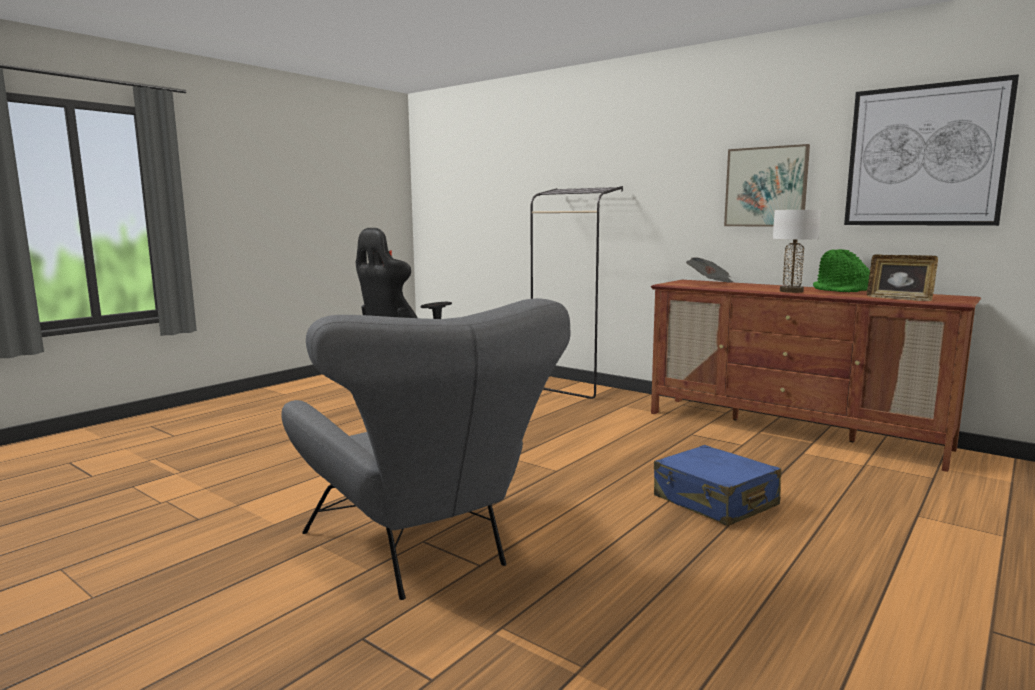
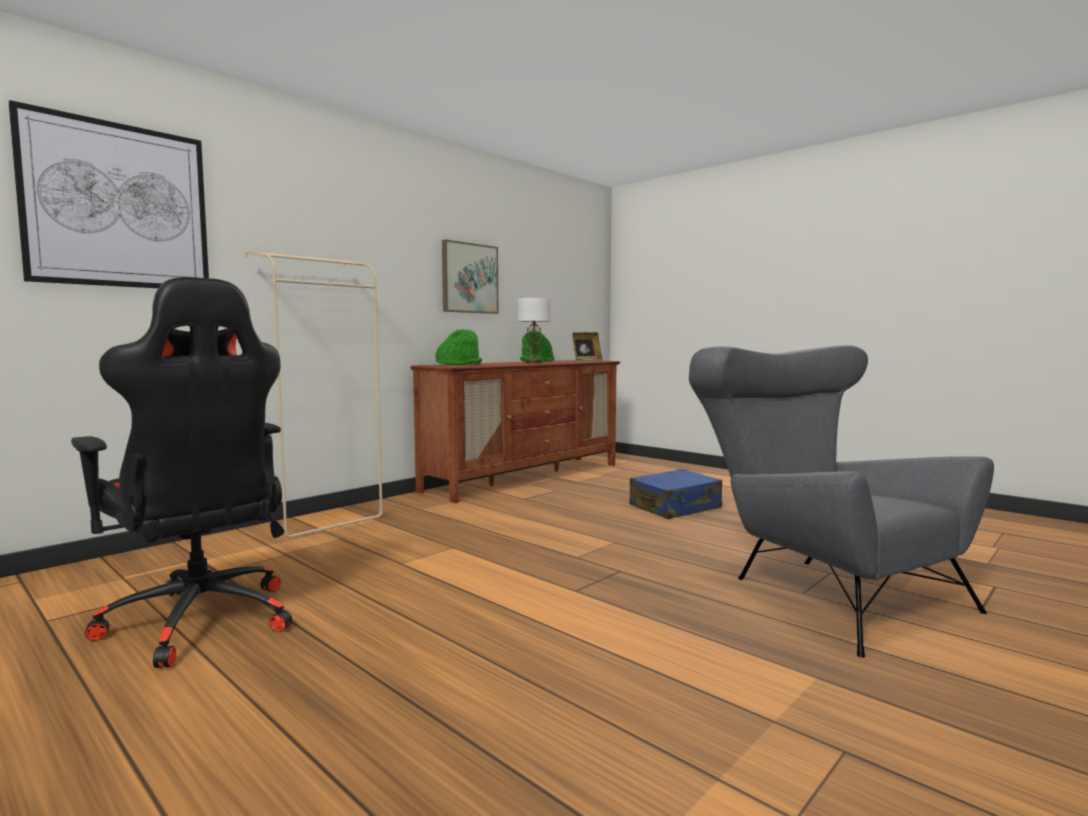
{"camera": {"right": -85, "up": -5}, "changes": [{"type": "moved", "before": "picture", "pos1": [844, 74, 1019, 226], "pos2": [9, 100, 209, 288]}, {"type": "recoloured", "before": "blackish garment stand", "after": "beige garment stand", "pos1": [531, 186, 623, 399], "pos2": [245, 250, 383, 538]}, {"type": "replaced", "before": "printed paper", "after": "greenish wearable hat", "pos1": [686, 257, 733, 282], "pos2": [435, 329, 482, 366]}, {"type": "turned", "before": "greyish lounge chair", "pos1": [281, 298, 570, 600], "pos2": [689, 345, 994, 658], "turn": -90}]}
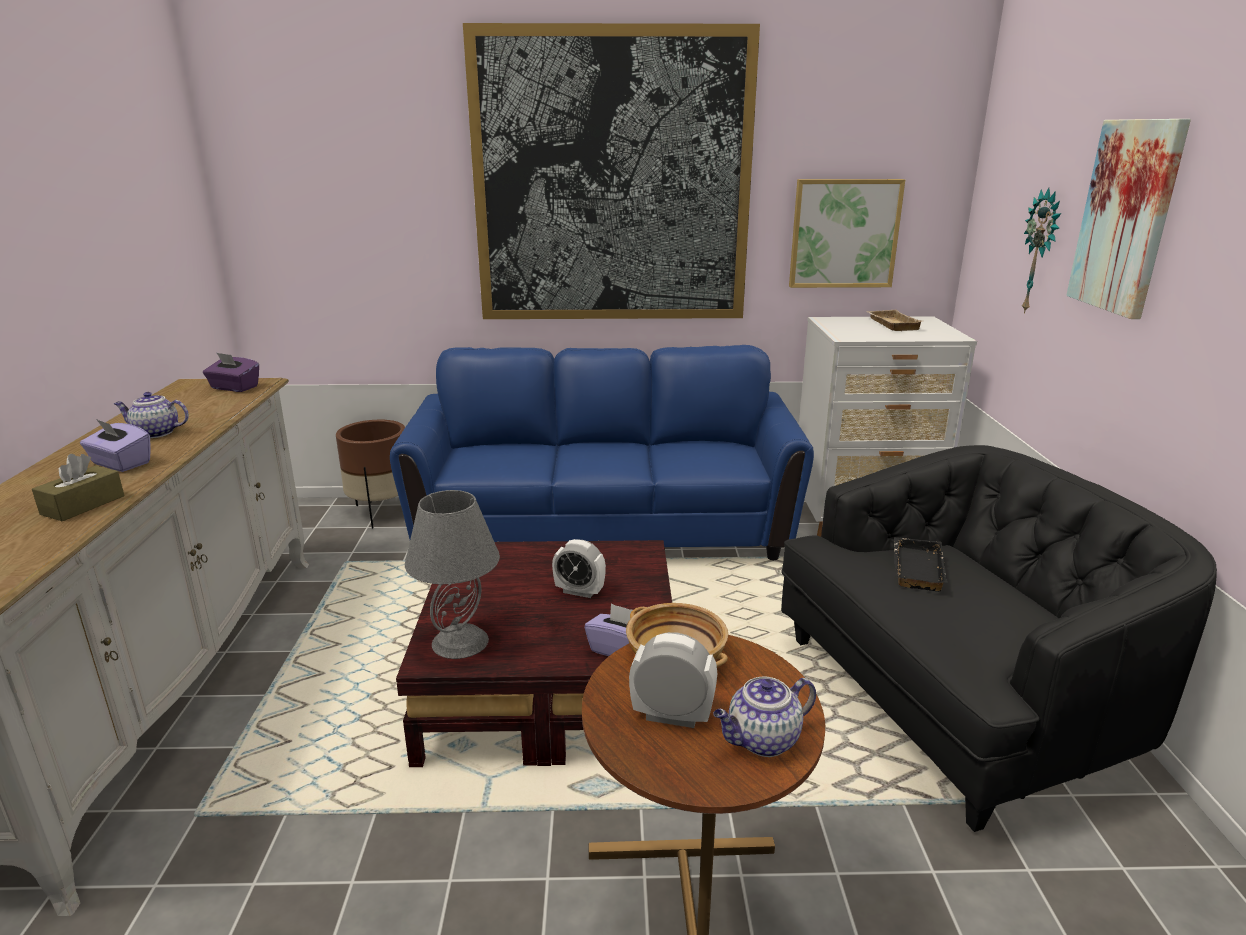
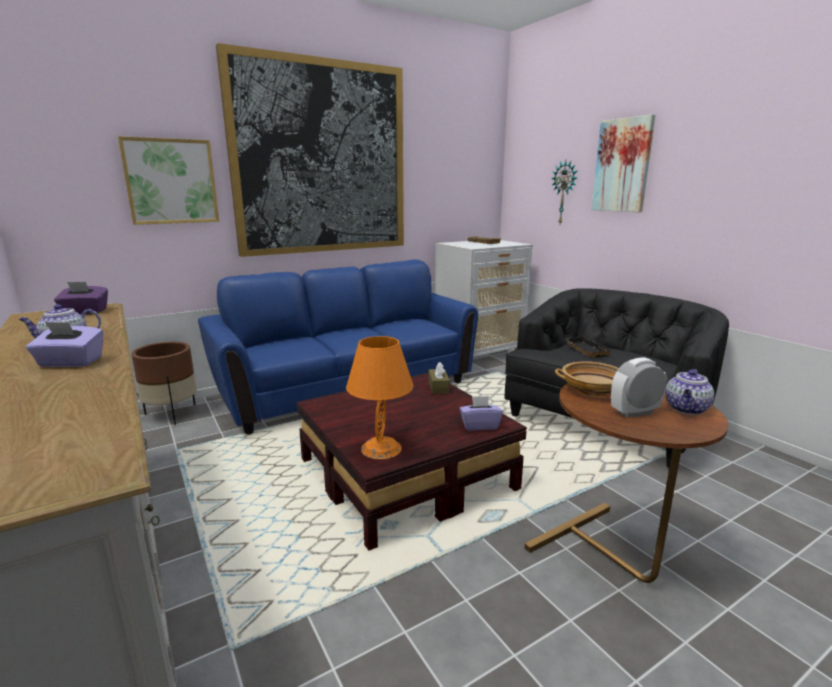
{"camera": {"right": -30, "up": -5}, "changes": [{"type": "moved", "before": "picture", "pos1": [789, 179, 905, 288], "pos2": [118, 136, 219, 225]}, {"type": "recoloured", "before": "greyish lamp for a table", "after": "orange-coloured lamp for a table", "pos1": [405, 490, 500, 659], "pos2": [346, 336, 413, 460]}, {"type": "moved", "before": "brown box of tissues", "pos1": [32, 454, 124, 521], "pos2": [428, 362, 450, 394]}, {"type": "removed", "before": "table clock", "pos1": [552, 539, 606, 598]}]}
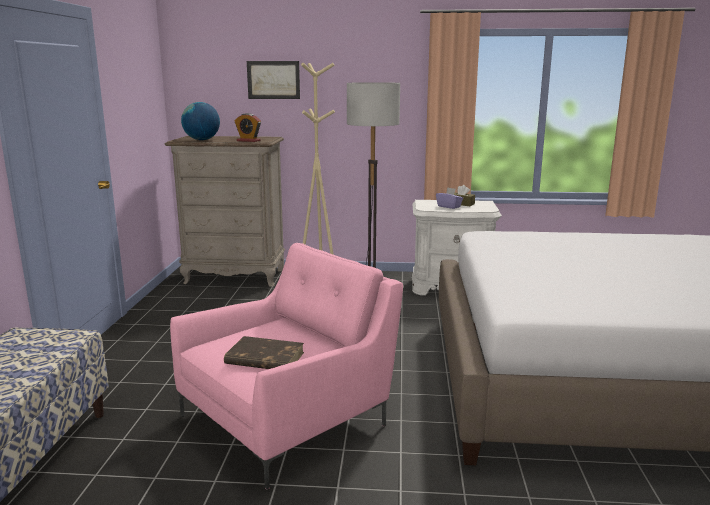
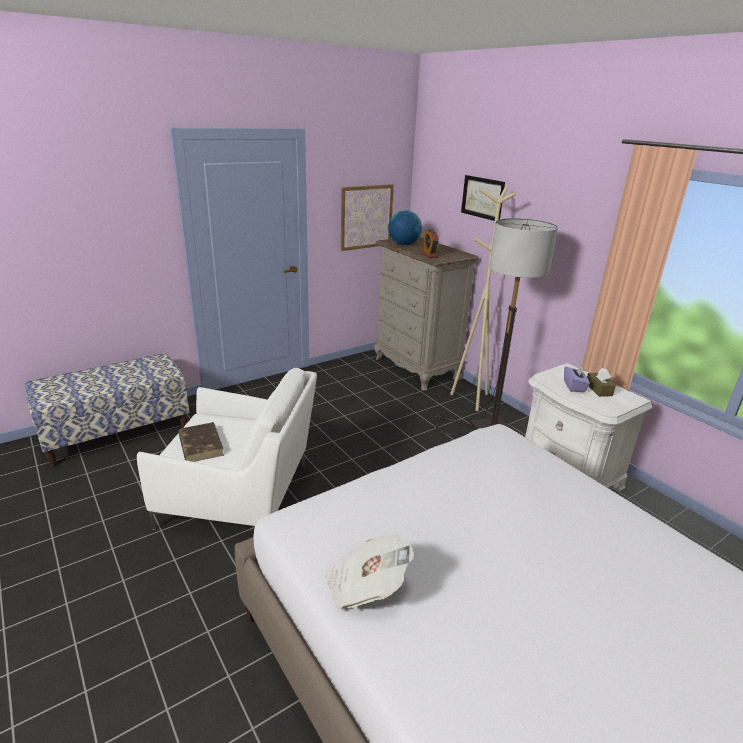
{"camera": {"right": 50, "up": 10}, "changes": [{"type": "recoloured", "before": "pink lounge chair", "after": "white-coloured lounge chair", "pos1": [170, 243, 403, 490], "pos2": [137, 368, 317, 530]}, {"type": "added", "after": "printed paper", "pos2": [325, 534, 414, 610]}, {"type": "added", "after": "picture", "pos2": [341, 184, 394, 251]}]}
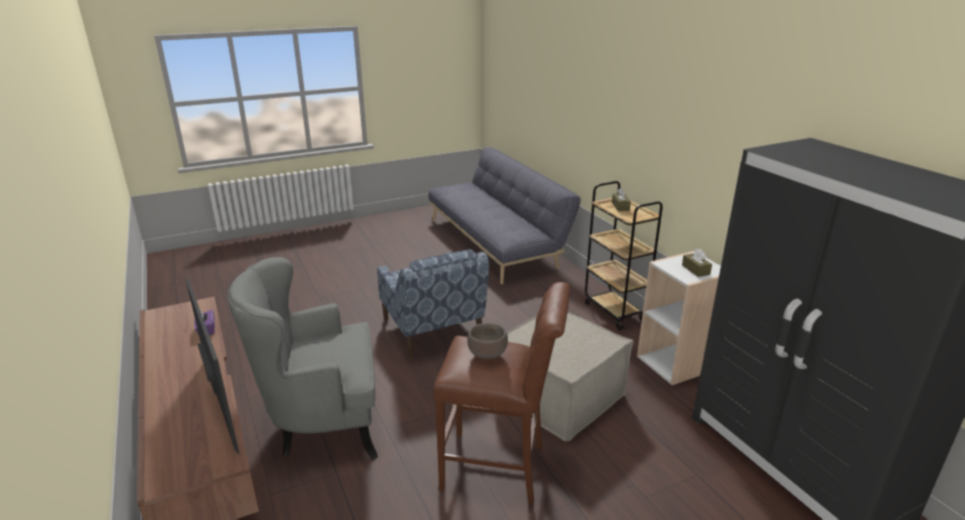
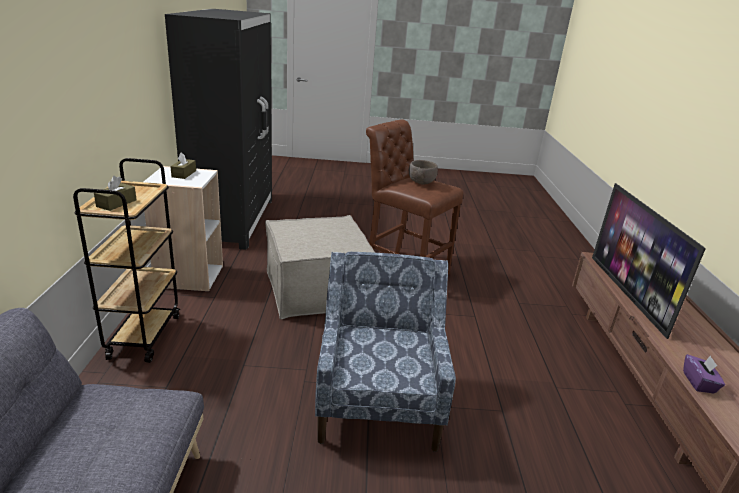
{"camera": {"right": -155, "up": 0}, "changes": [{"type": "removed", "before": "greyish lounge chair", "pos1": [227, 257, 378, 459]}]}
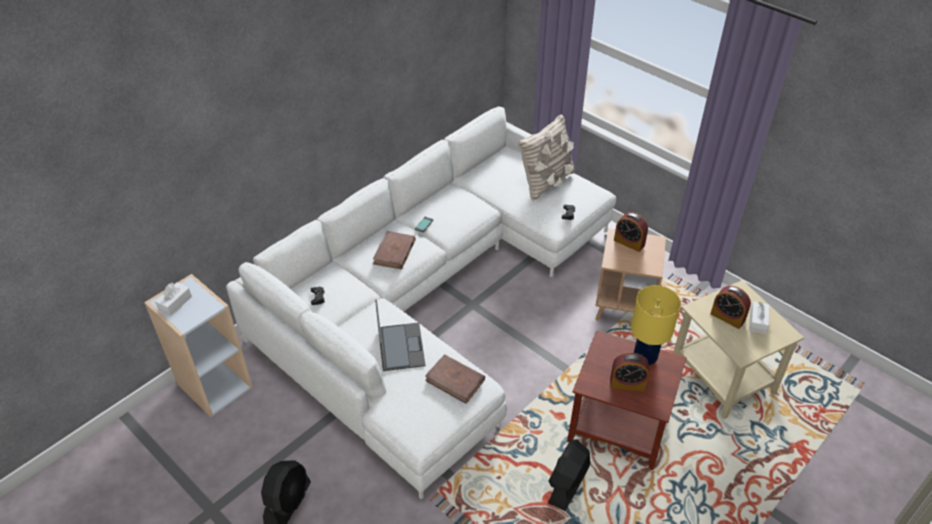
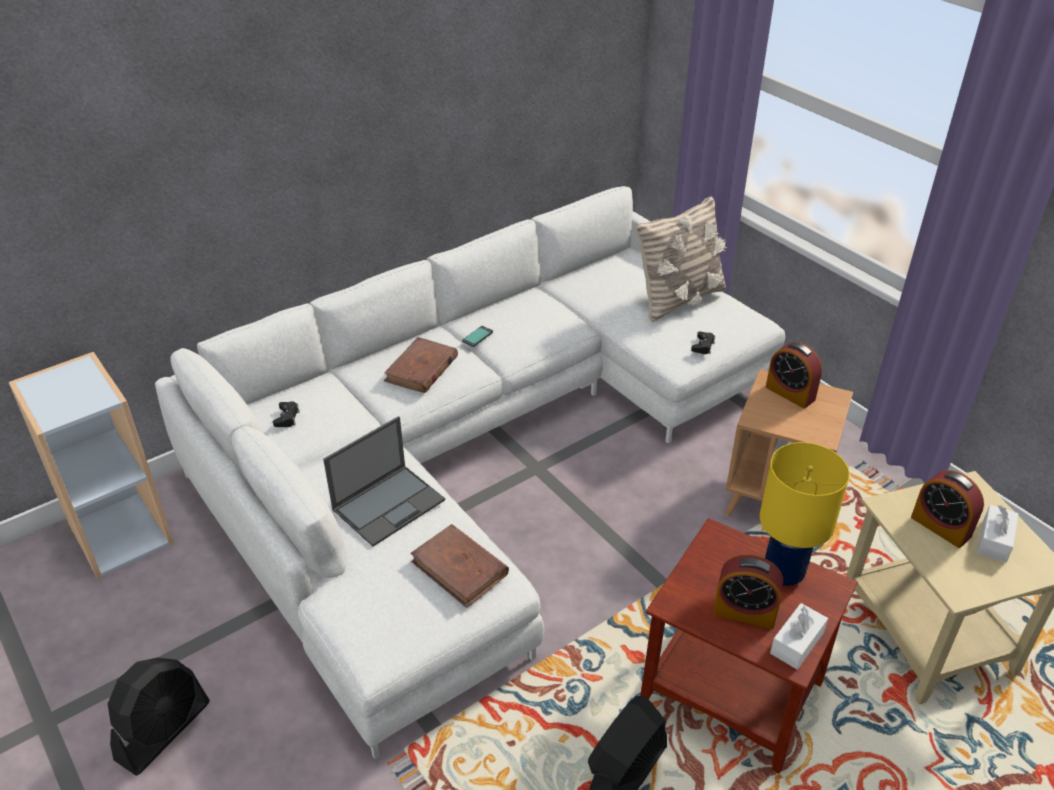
{"camera": {"right": 10, "up": -5}, "changes": [{"type": "turned", "before": "laptop", "pos1": [375, 299, 426, 371], "pos2": [323, 416, 445, 546], "turn": 45}, {"type": "moved", "before": "white-coloured box of tissues", "pos1": [155, 282, 192, 316], "pos2": [770, 603, 828, 669]}]}
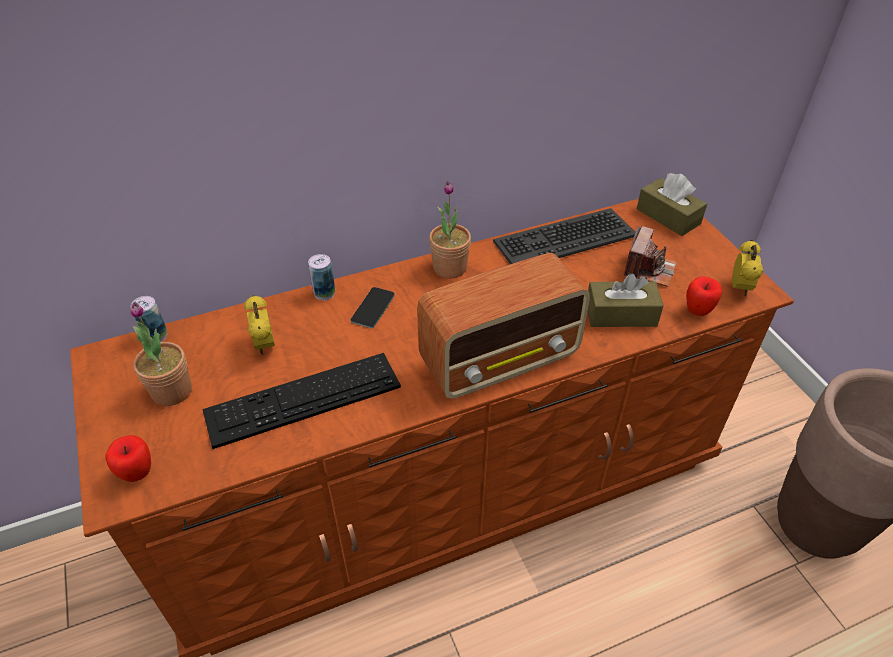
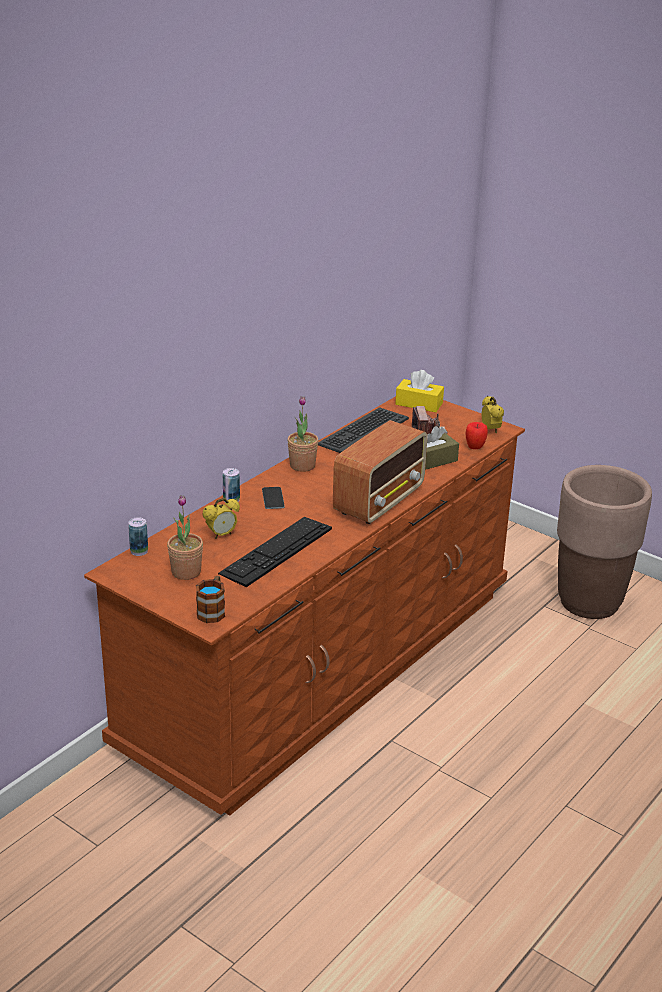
{"camera": {"right": -30, "up": -15}, "changes": [{"type": "replaced", "before": "apple", "after": "mug", "pos1": [106, 435, 151, 482], "pos2": [196, 576, 225, 623]}, {"type": "turned", "before": "table clock", "pos1": [244, 295, 275, 355], "pos2": [203, 498, 240, 539], "turn": -75}, {"type": "recoloured", "before": "brown box of tissues", "after": "yellow box of tissues", "pos1": [637, 173, 707, 236], "pos2": [395, 370, 444, 412]}]}
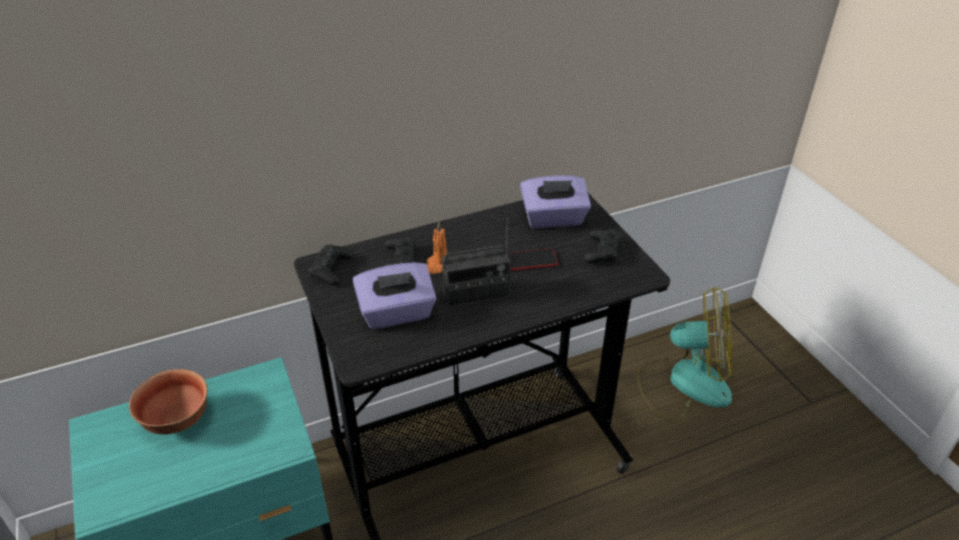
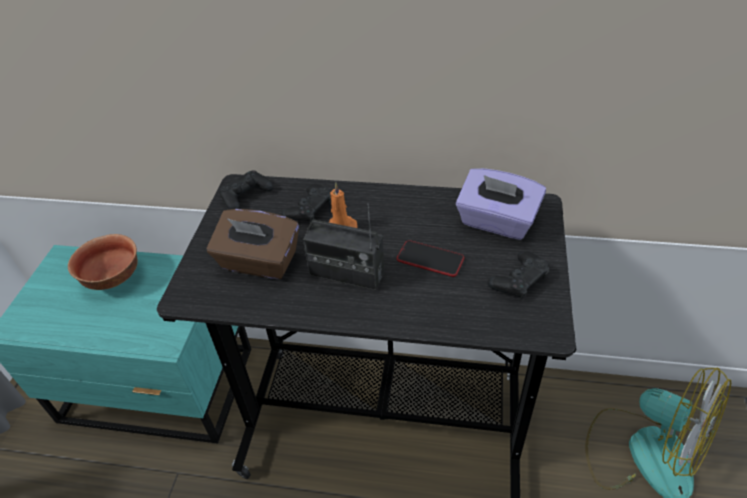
{"camera": {"right": 35, "up": 5}, "changes": [{"type": "recoloured", "before": "purple box of tissues", "after": "brown box of tissues", "pos1": [353, 262, 437, 329], "pos2": [207, 209, 299, 279]}]}
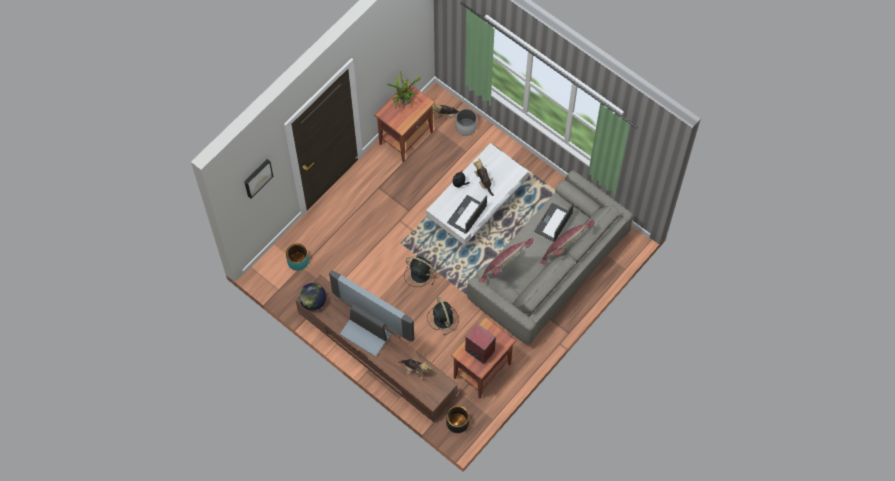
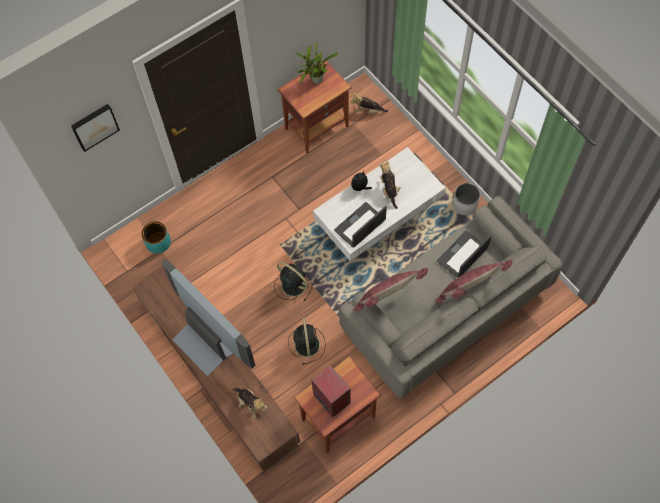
{"camera": {"right": 15, "up": 0}, "changes": [{"type": "moved", "before": "white-coloured flower pot", "pos1": [456, 109, 477, 136], "pos2": [453, 183, 480, 216]}, {"type": "removed", "before": "globe", "pos1": [299, 283, 326, 311]}, {"type": "removed", "before": "blackish flower pot", "pos1": [446, 405, 469, 433]}]}
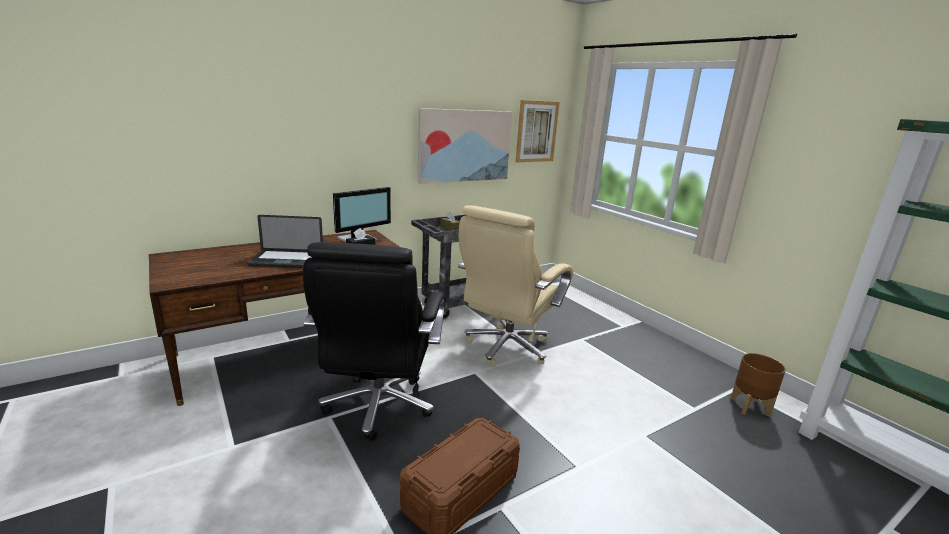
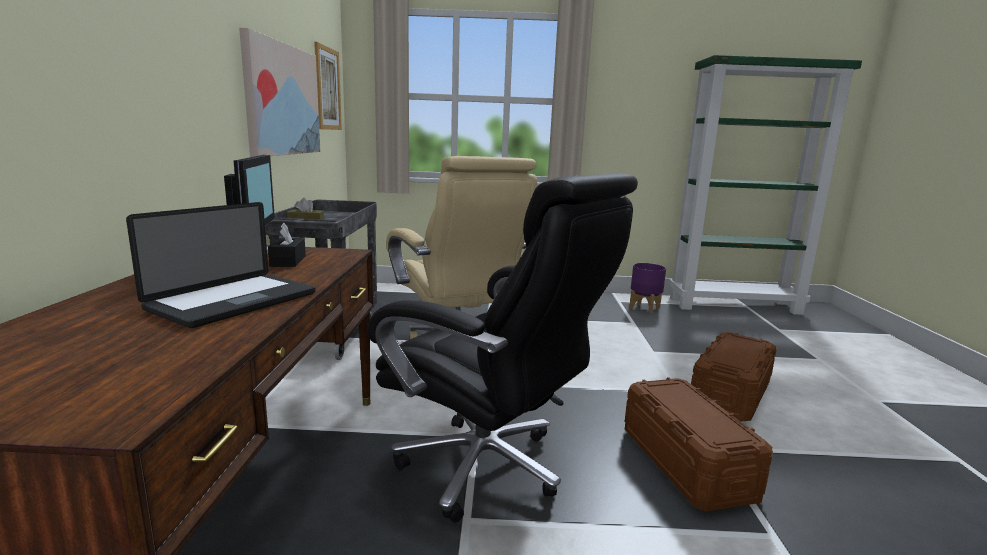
{"camera": {"right": -55, "up": -5}, "changes": [{"type": "recoloured", "before": "brown flower pot", "after": "purple flower pot", "pos1": [731, 353, 786, 417], "pos2": [629, 263, 666, 314]}, {"type": "added", "after": "brown storage container", "pos2": [691, 332, 777, 421]}]}
